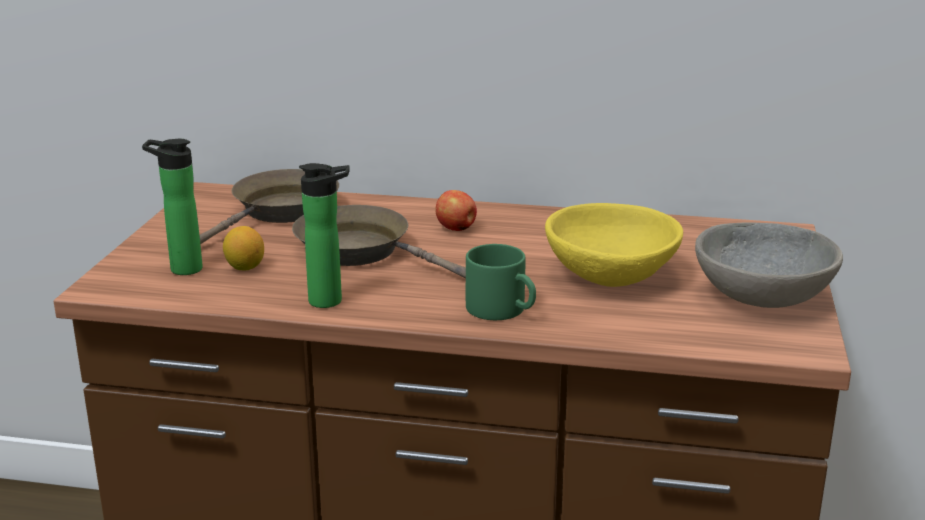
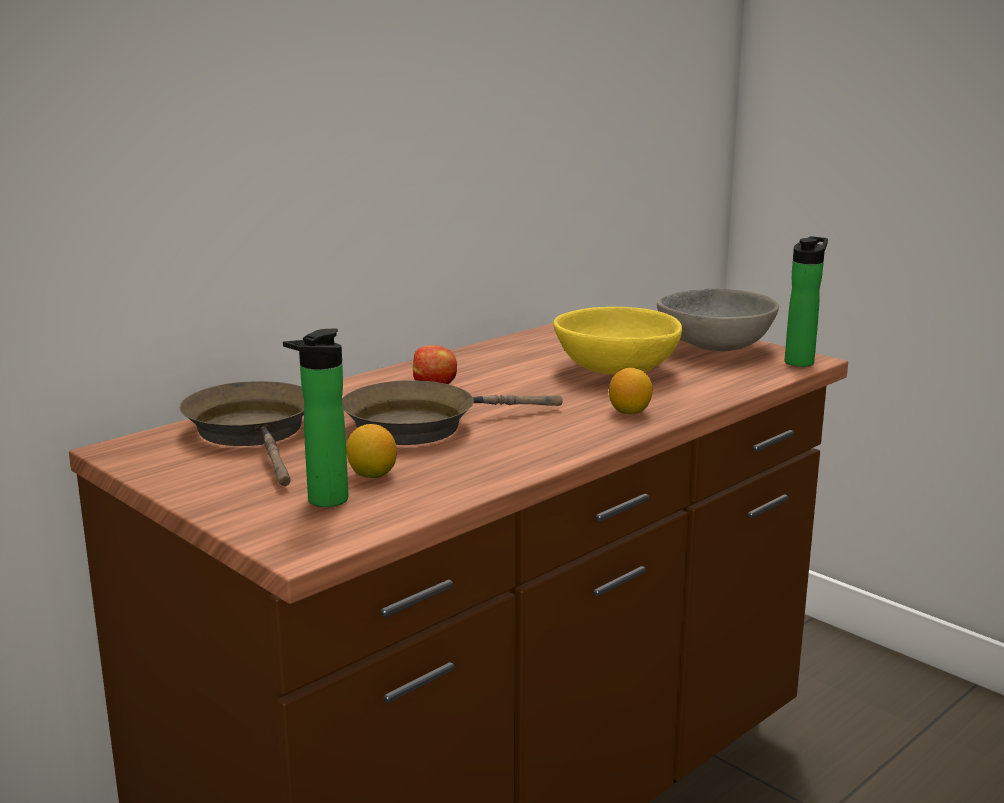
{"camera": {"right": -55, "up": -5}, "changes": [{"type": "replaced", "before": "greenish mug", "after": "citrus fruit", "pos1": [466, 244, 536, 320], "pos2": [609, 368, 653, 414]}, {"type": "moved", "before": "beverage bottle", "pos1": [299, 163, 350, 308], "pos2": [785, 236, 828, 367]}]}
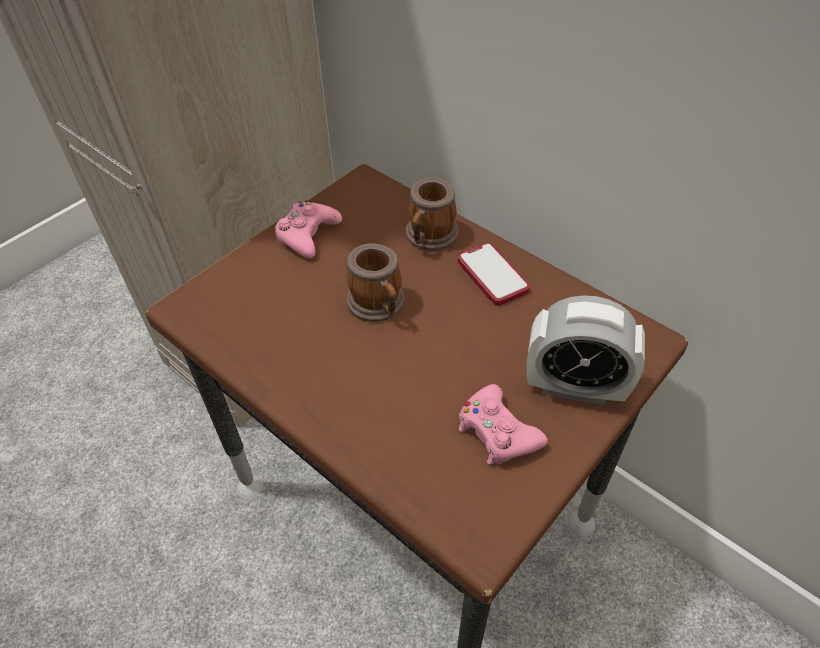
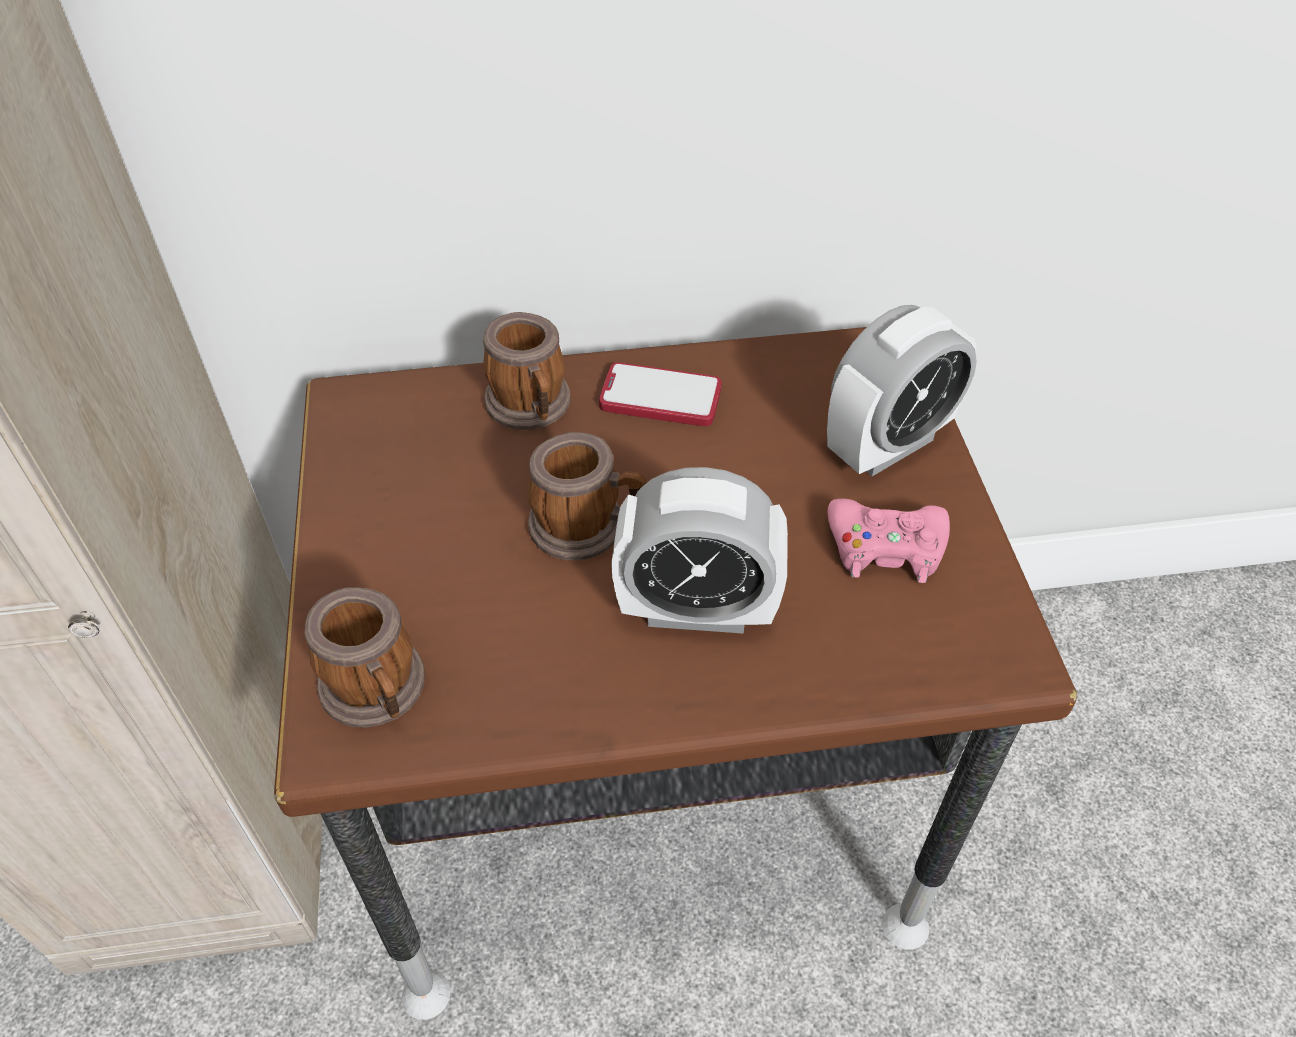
{"camera": {"right": -50, "up": 0}, "changes": [{"type": "added", "after": "mug", "pos2": [305, 587, 425, 728]}, {"type": "added", "after": "table clock", "pos2": [611, 467, 788, 634]}, {"type": "removed", "before": "pink game controller", "pos1": [275, 200, 342, 258]}]}
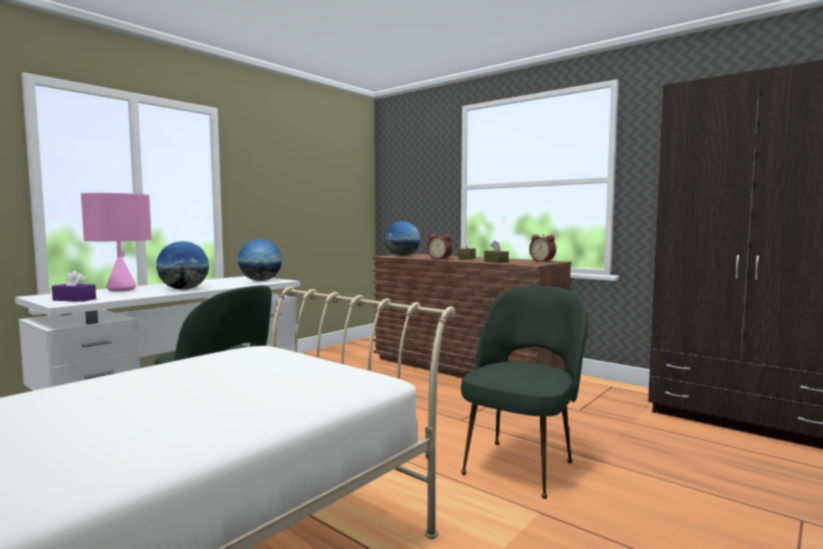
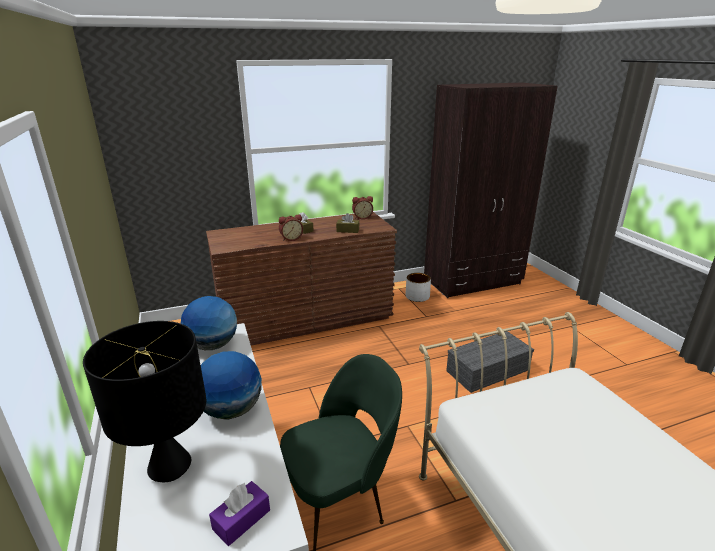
{"camera": {"right": -60, "up": 20}, "changes": [{"type": "recoloured", "before": "pink lamp for a table", "after": "blackish lamp for a table", "pos1": [81, 193, 152, 291], "pos2": [83, 321, 206, 482]}, {"type": "added", "after": "white-coloured flower pot", "pos2": [405, 273, 431, 302]}, {"type": "replaced", "before": "greenish upright chair", "after": "greyish storage container", "pos1": [461, 286, 588, 499], "pos2": [446, 331, 534, 393]}, {"type": "removed", "before": "globe", "pos1": [385, 221, 420, 256]}]}
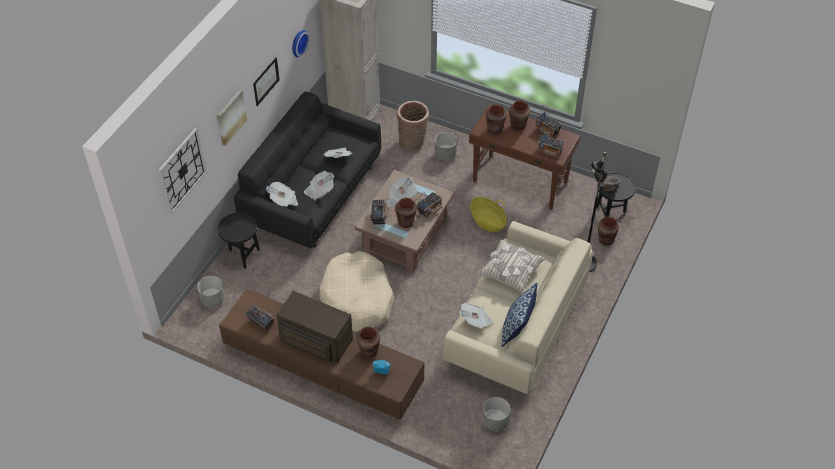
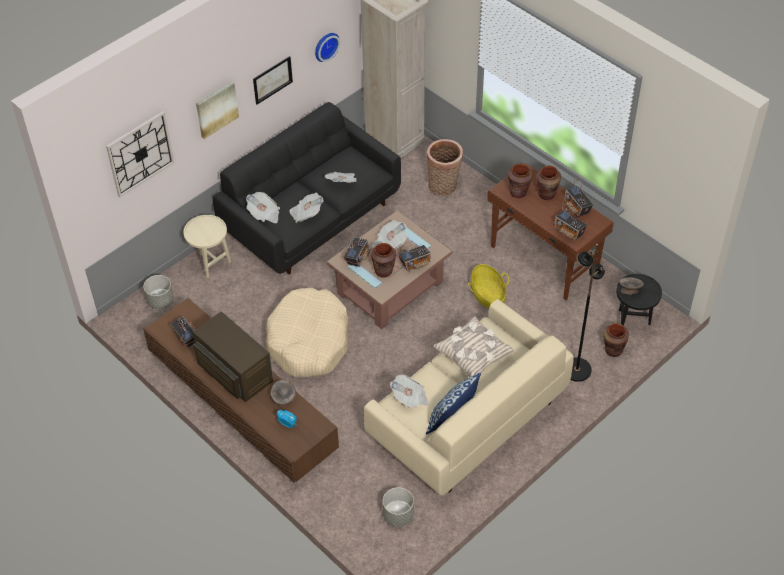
{"camera": {"right": 20, "up": 0}, "changes": [{"type": "recoloured", "before": "blackish side table", "after": "beige side table", "pos1": [218, 212, 260, 269], "pos2": [183, 215, 231, 278]}, {"type": "replaced", "before": "brown vase", "after": "greyish bowl", "pos1": [356, 327, 381, 358], "pos2": [271, 380, 296, 405]}, {"type": "removed", "before": "greyish flower pot", "pos1": [435, 132, 457, 160]}]}
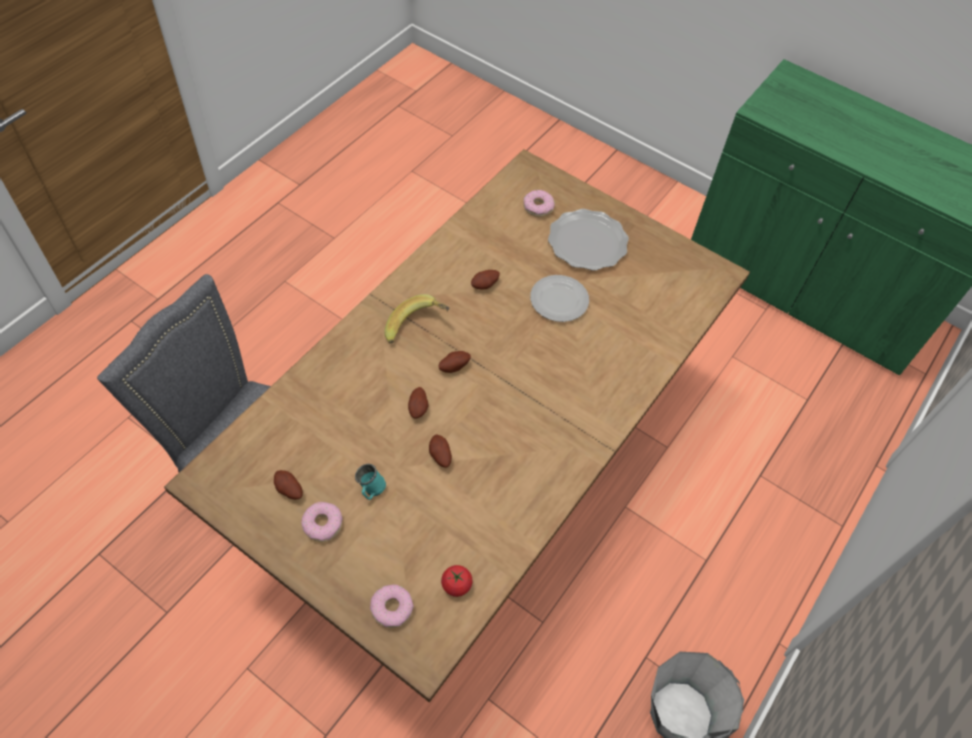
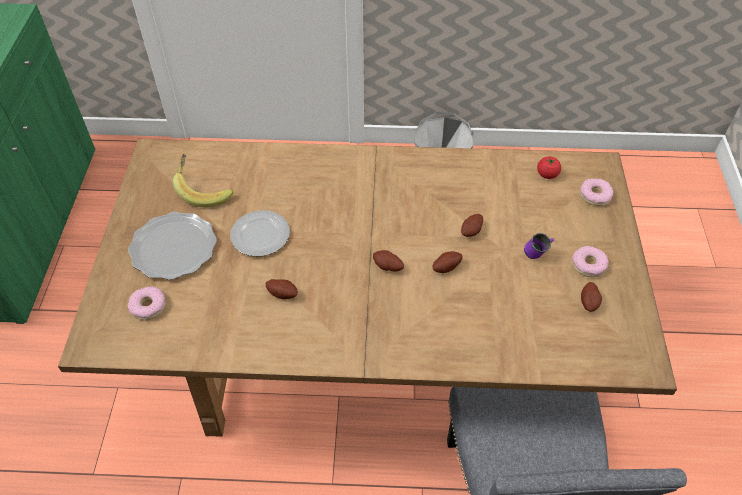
{"camera": {"right": -120, "up": -5}, "changes": [{"type": "moved", "before": "banana fruit", "pos1": [385, 294, 450, 344], "pos2": [173, 154, 233, 207]}, {"type": "recoloured", "before": "blue-green mug", "after": "purple mug", "pos1": [355, 464, 386, 500], "pos2": [524, 233, 554, 259]}]}
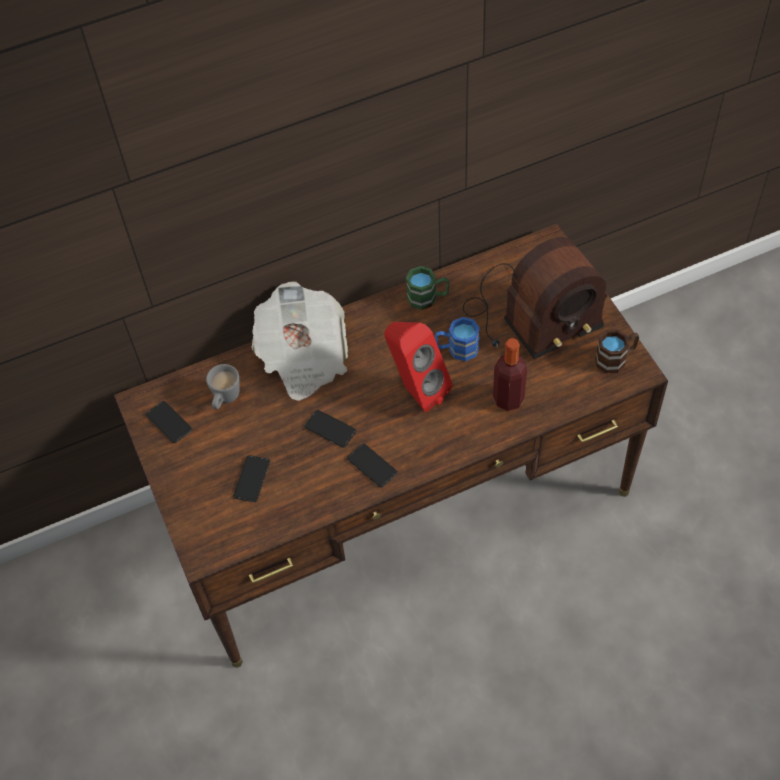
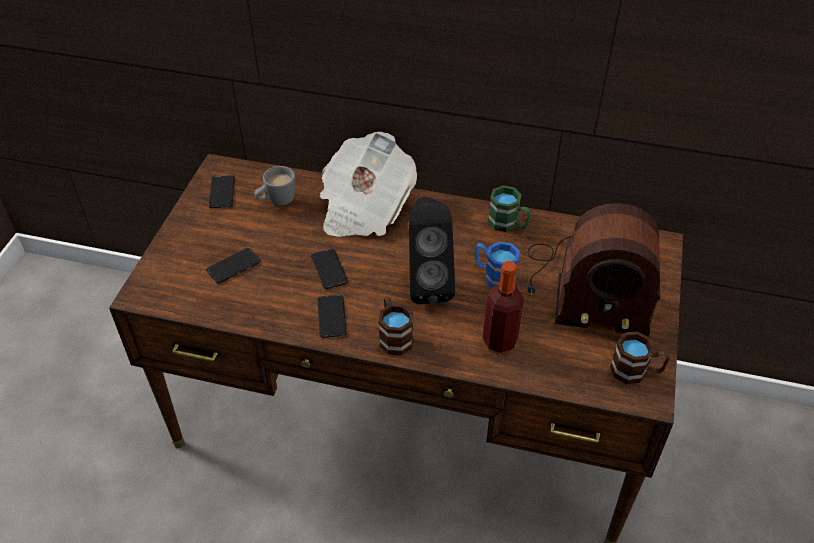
{"camera": {"right": 35, "up": -10}, "changes": [{"type": "added", "after": "brown mug", "pos2": [379, 297, 413, 355]}, {"type": "recoloured", "before": "red loudspeaker", "after": "blackish loudspeaker", "pos1": [384, 322, 452, 412], "pos2": [409, 197, 455, 304]}]}
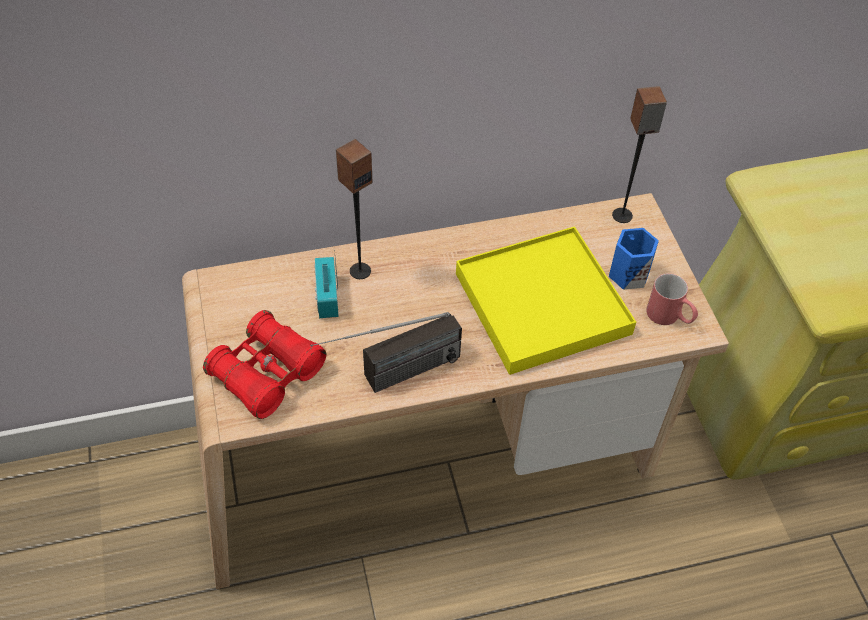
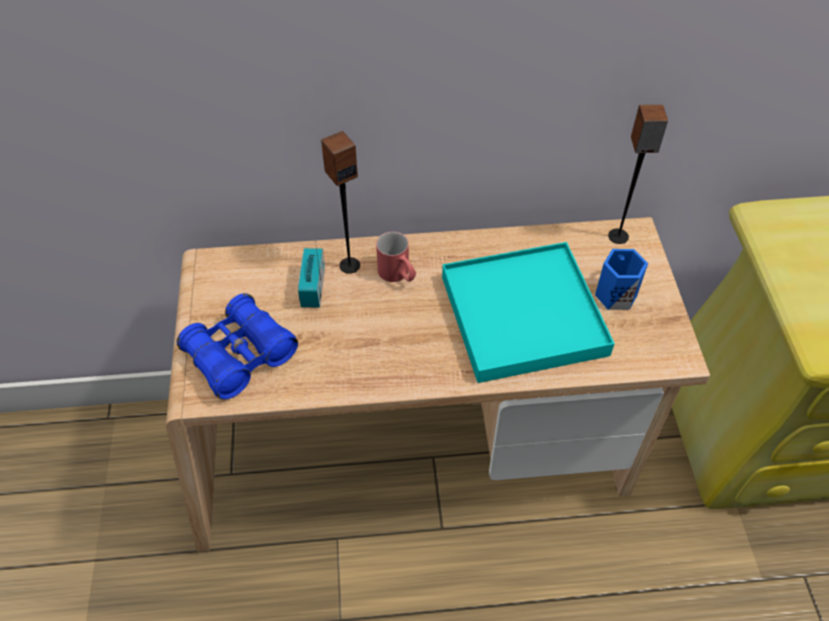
{"camera": {"right": 10, "up": 0}, "changes": [{"type": "recoloured", "before": "red binoculars", "after": "bluish binoculars", "pos1": [203, 310, 326, 419], "pos2": [176, 293, 298, 400]}, {"type": "moved", "before": "red mug", "pos1": [646, 273, 698, 325], "pos2": [376, 232, 416, 282]}, {"type": "recoloured", "before": "yellow serving tray", "after": "blue-green serving tray", "pos1": [456, 226, 636, 375], "pos2": [442, 242, 615, 383]}, {"type": "removed", "before": "radio", "pos1": [310, 312, 462, 393]}]}
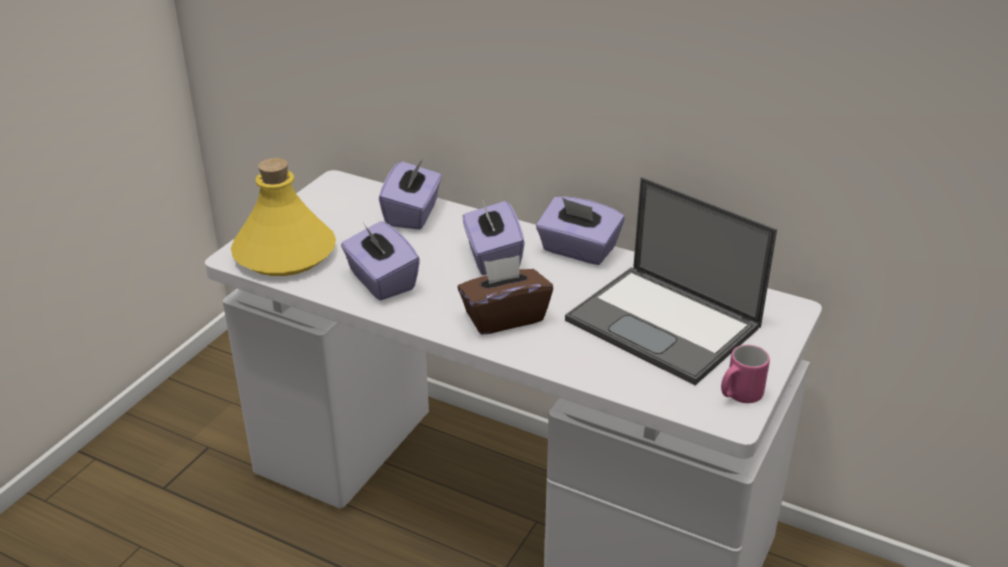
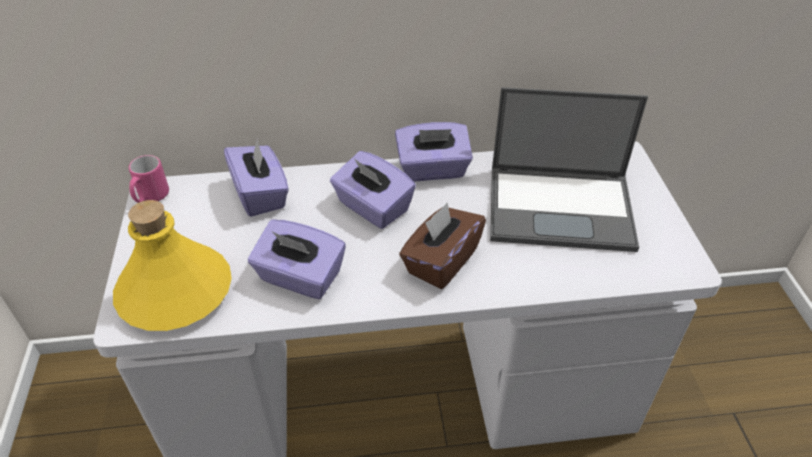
{"camera": {"right": -35, "up": 10}, "changes": [{"type": "moved", "before": "pink mug", "pos1": [721, 345, 770, 403], "pos2": [129, 155, 169, 203]}]}
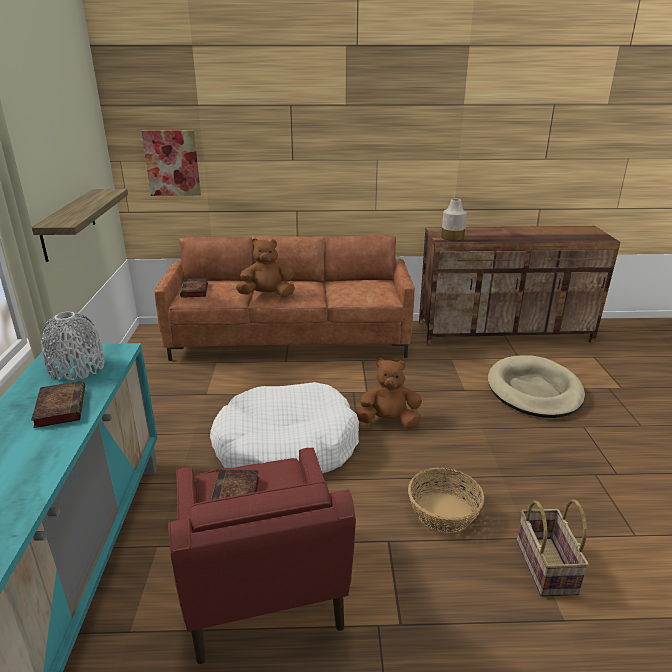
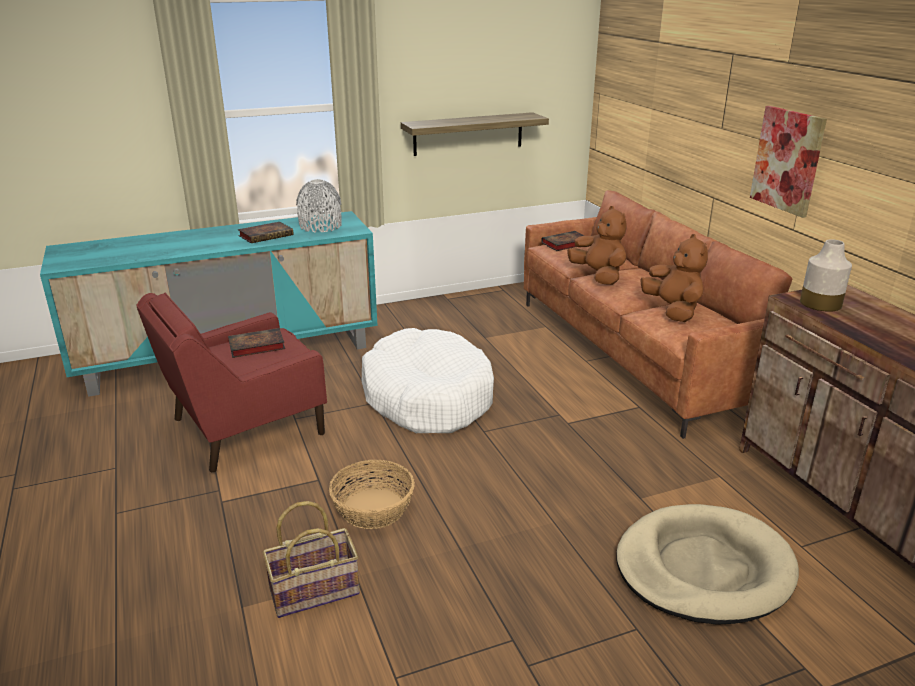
{"camera": {"right": 70, "up": 0}, "changes": [{"type": "moved", "before": "brown cuddly toy", "pos1": [355, 358, 422, 429], "pos2": [640, 234, 708, 322]}, {"type": "moved", "before": "picture", "pos1": [141, 130, 201, 196], "pos2": [750, 106, 827, 218]}]}
